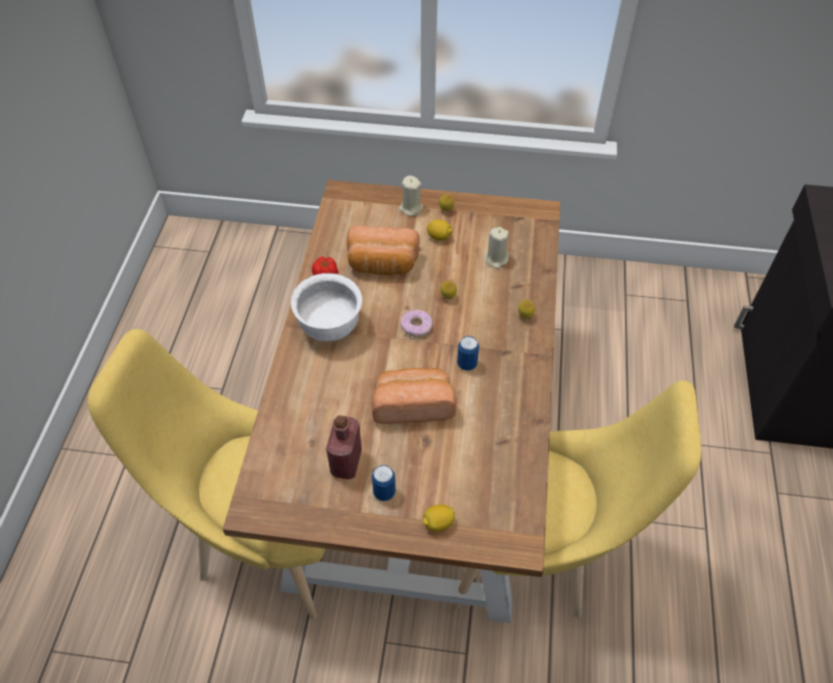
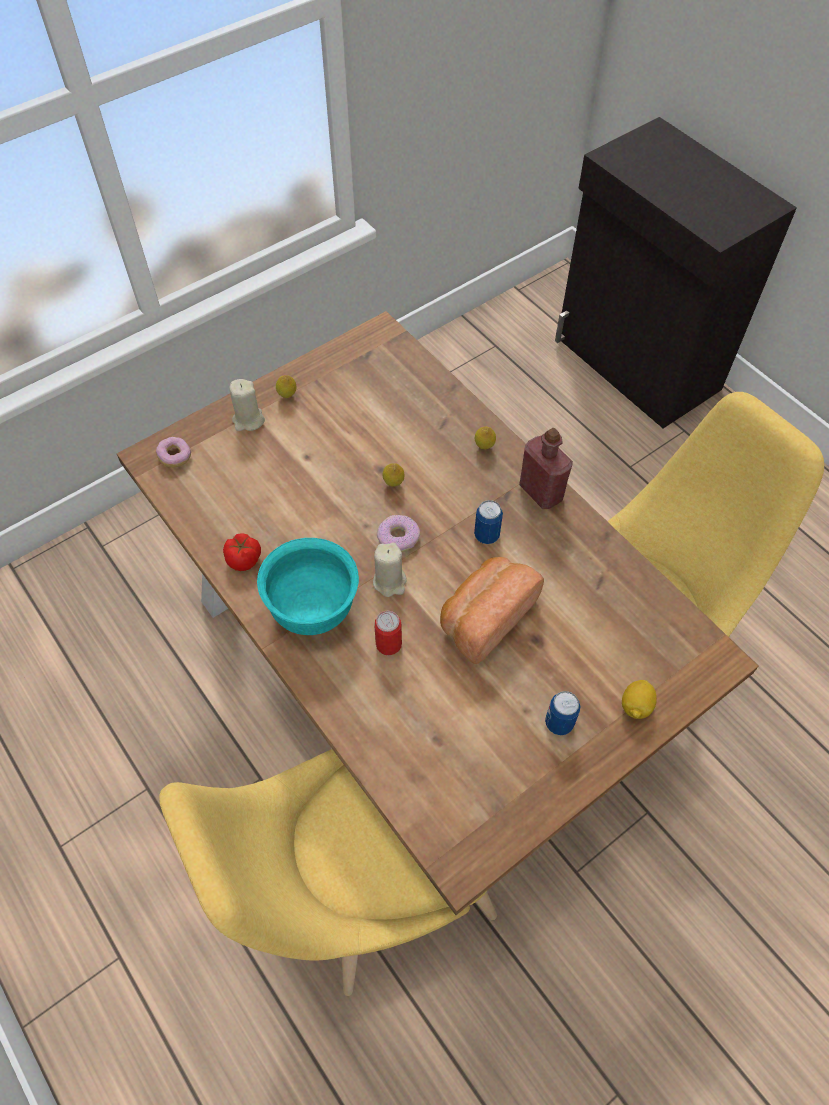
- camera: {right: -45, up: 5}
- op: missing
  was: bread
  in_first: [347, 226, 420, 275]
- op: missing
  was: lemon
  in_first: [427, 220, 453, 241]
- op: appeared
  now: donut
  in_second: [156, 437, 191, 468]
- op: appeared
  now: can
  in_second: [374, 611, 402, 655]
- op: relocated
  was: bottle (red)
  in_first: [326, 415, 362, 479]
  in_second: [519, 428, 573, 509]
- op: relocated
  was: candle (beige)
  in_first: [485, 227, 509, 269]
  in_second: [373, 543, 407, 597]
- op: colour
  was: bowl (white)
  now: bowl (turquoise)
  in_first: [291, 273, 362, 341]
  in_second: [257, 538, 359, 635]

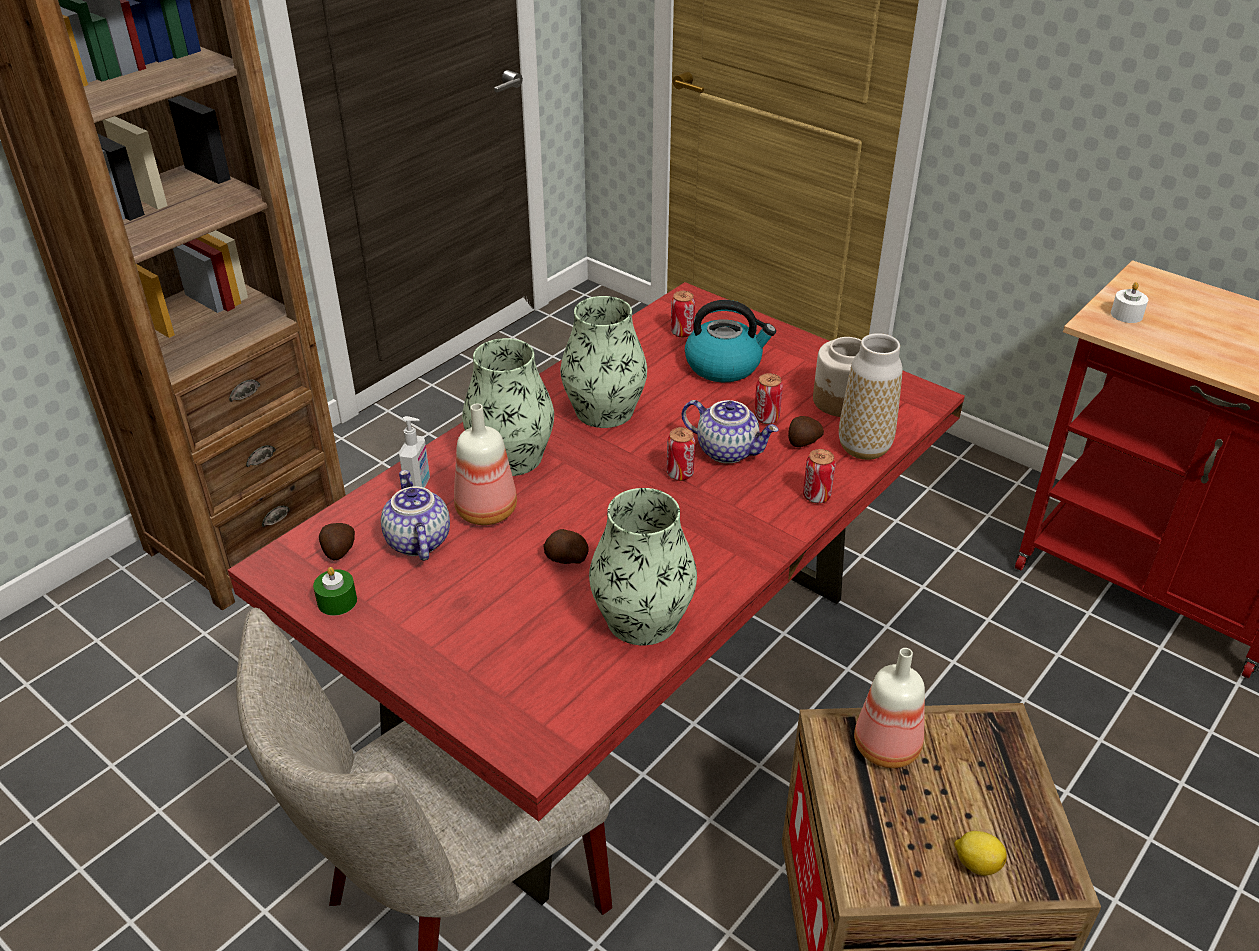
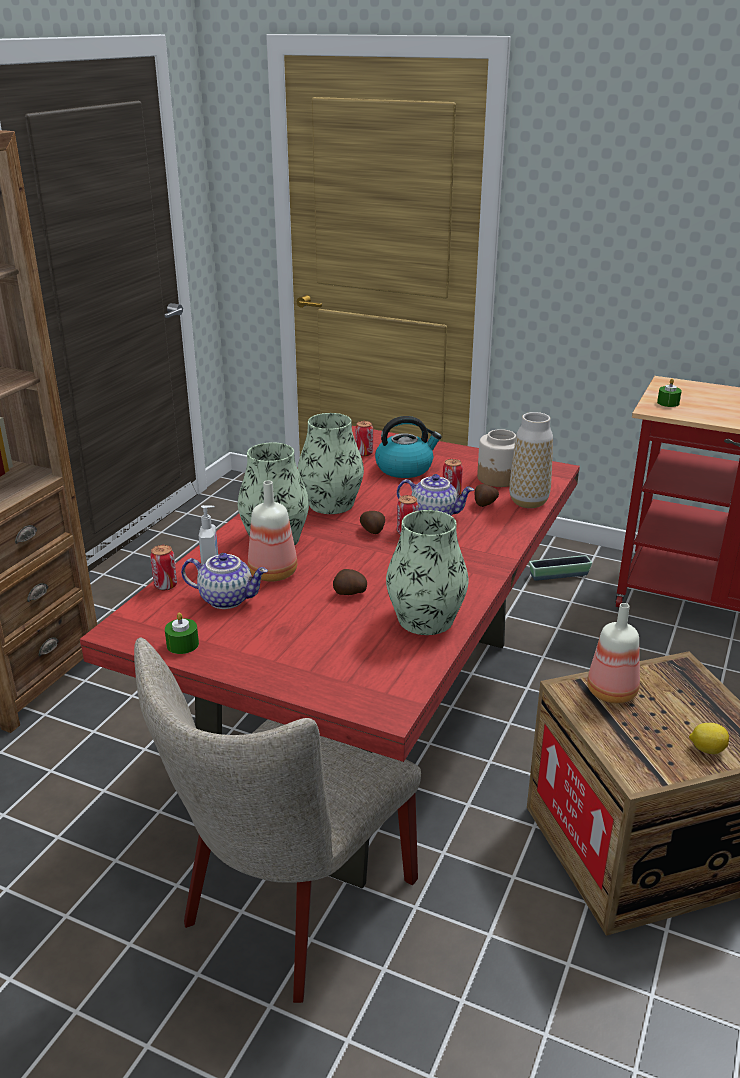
- camera: {right: -15, up: -10}
- op: appeared
  now: planter
  in_second: [529, 555, 592, 581]
- op: relocated
  was: potato
  in_first: [319, 523, 355, 560]
  in_second: [360, 511, 385, 534]
- op: relocated
  was: can
  in_first: [803, 449, 835, 503]
  in_second: [150, 545, 177, 590]
- op: colour
  was: candle (white)
  now: candle (green)
  in_first: [1111, 282, 1148, 323]
  in_second: [657, 379, 682, 407]
- op: spun
  was: teapot
  in_first: [381, 470, 450, 561]
  in_second: [181, 553, 268, 609]
  clockwise: 135

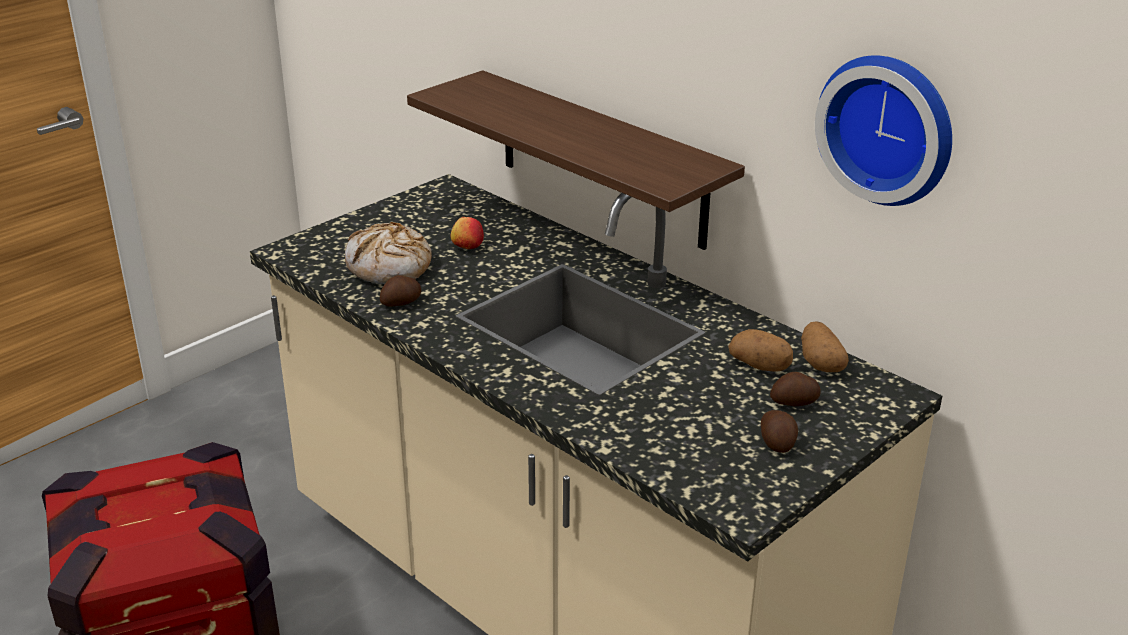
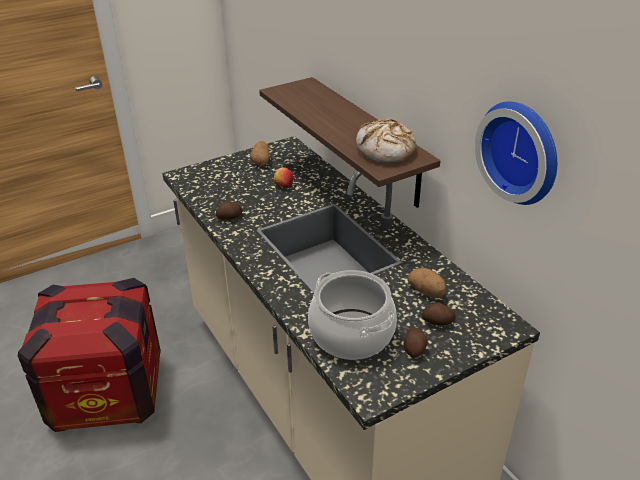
- camera: {right: 15, up: 5}
- op: appeared
  now: cooking pot
  in_second: [308, 270, 397, 360]
- op: relocated
  was: bread
  in_first: [345, 222, 432, 284]
  in_second: [356, 119, 416, 163]
- op: relocated
  was: potato
  in_first: [801, 321, 849, 372]
  in_second: [250, 141, 270, 166]

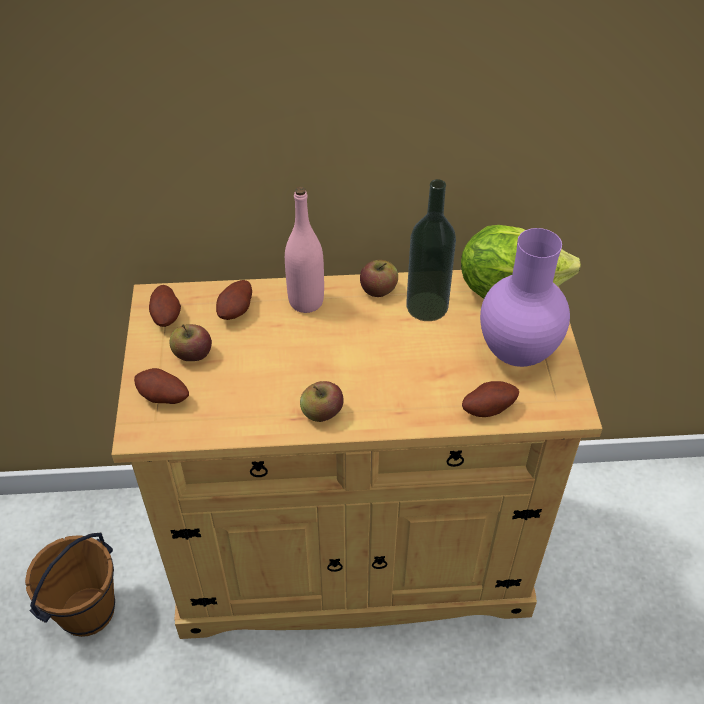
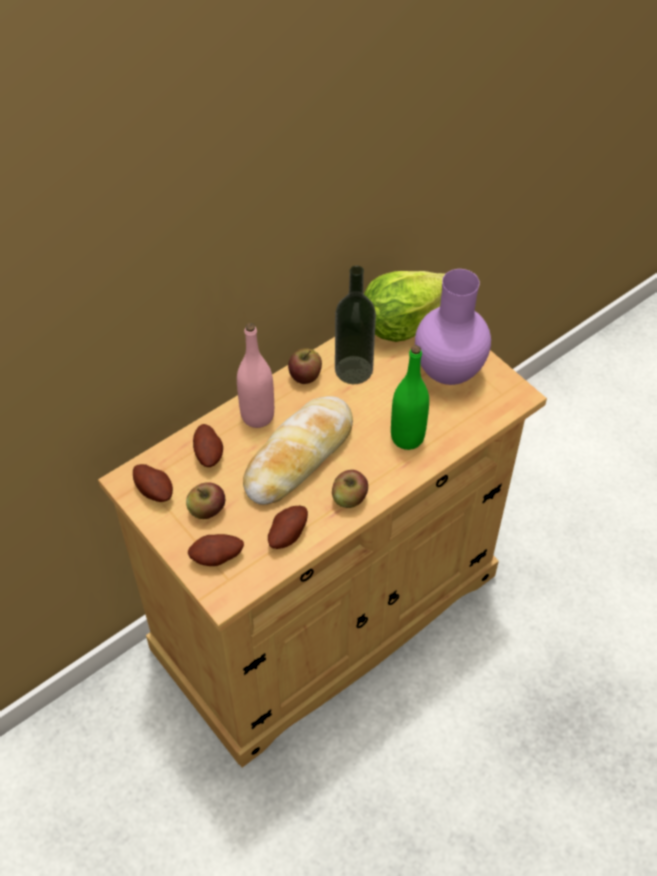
- camera: {right: -35, up: 5}
- op: missing
  was: bucket (brown)
  in_first: [25, 533, 115, 637]
- op: appeared
  now: bread
  in_second: [243, 396, 353, 505]
- op: appeared
  now: bottle (green)
  in_second: [391, 345, 429, 450]
- op: relocated
  was: potato
  in_first: [462, 381, 519, 417]
  in_second: [268, 506, 308, 549]

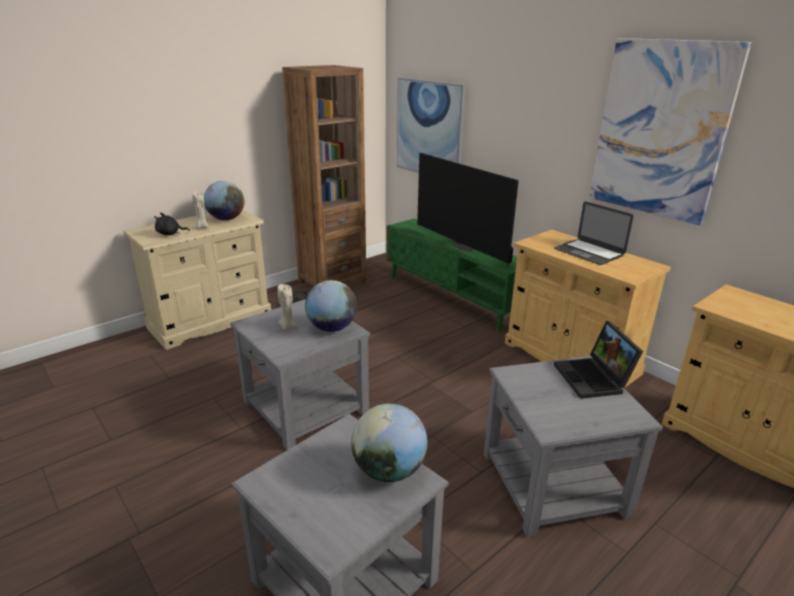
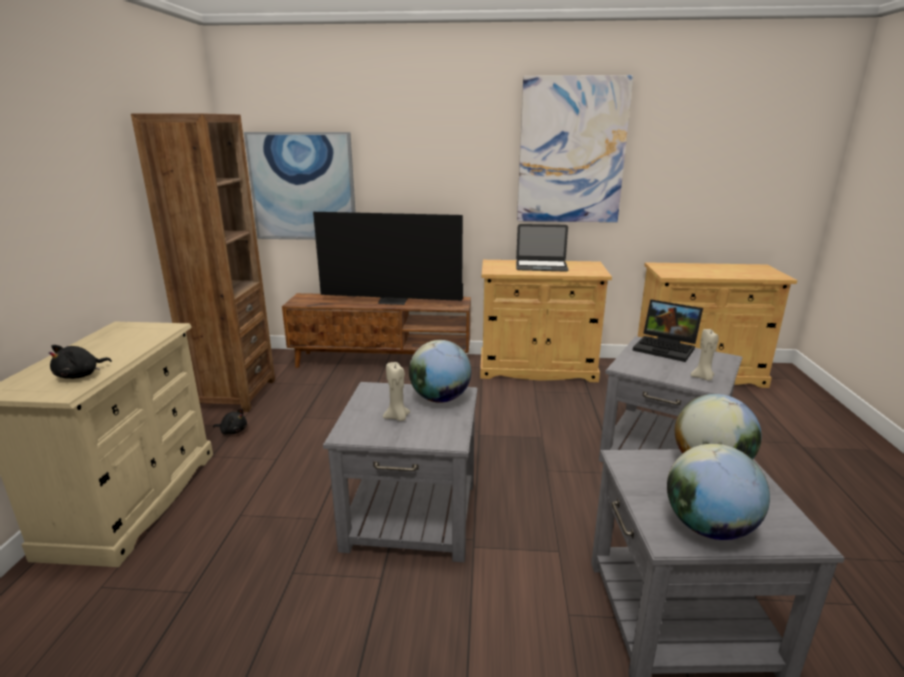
- camera: {right: -45, up: -5}
- op: relocated
  was: candle (beige)
  in_first: [192, 191, 208, 229]
  in_second: [691, 329, 719, 380]
- op: relocated
  was: globe
  in_first: [204, 181, 244, 220]
  in_second: [667, 444, 770, 540]
- op: colour
  was: tv stand (green)
  now: tv stand (brown)
  in_first: [386, 219, 517, 332]
  in_second: [282, 293, 471, 368]

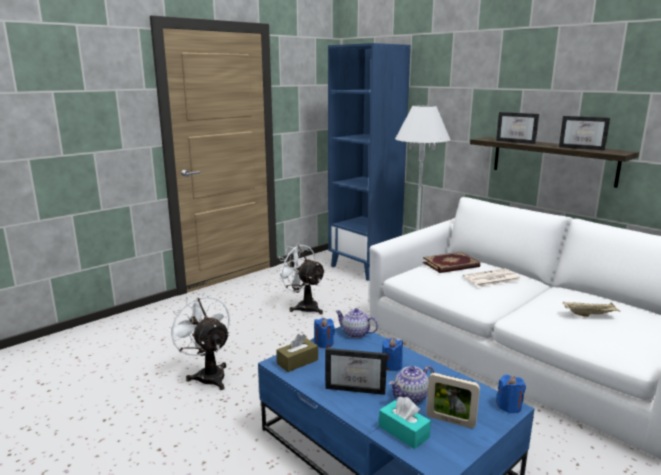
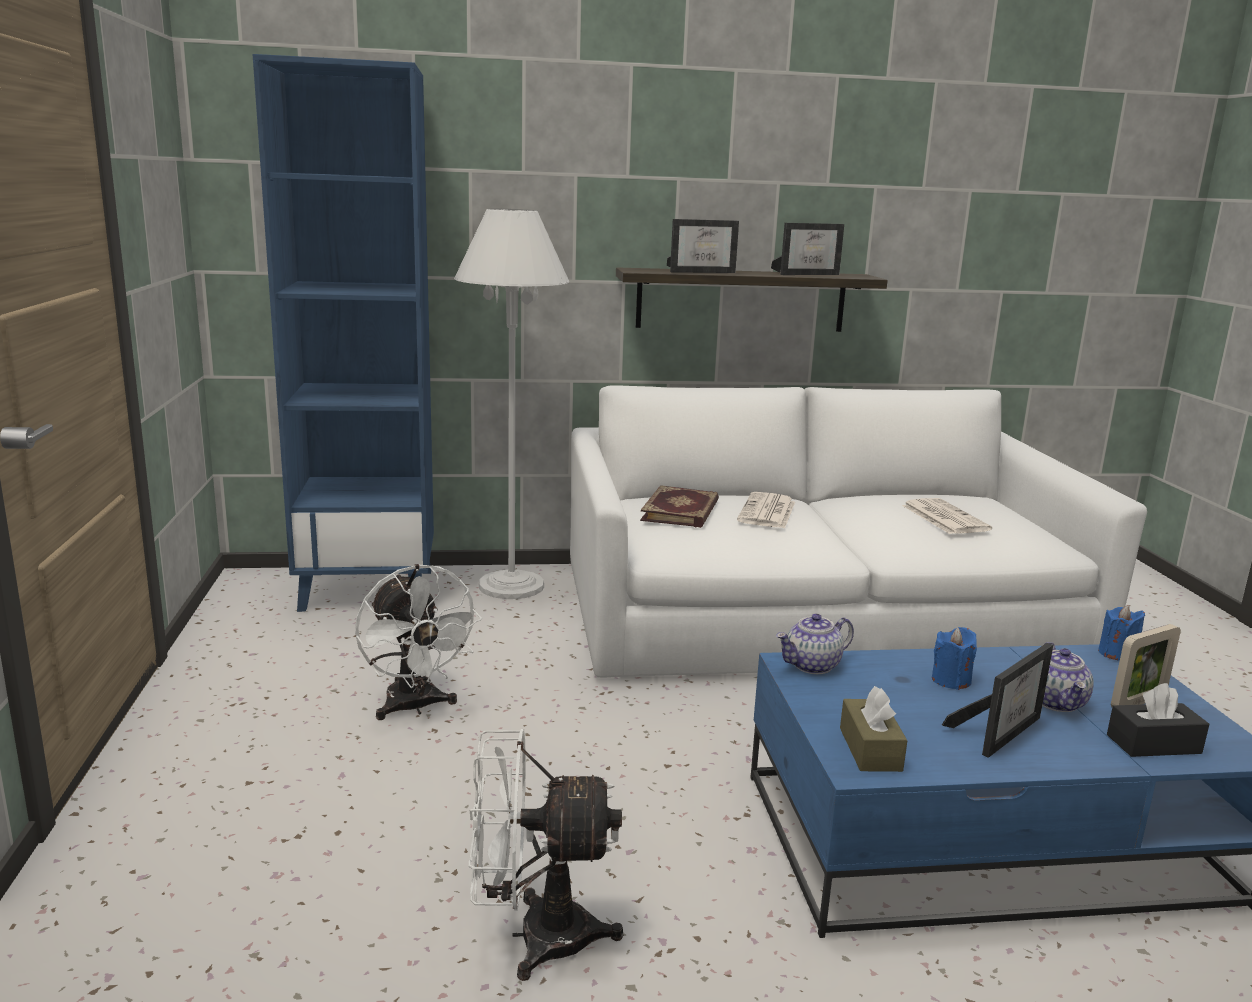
- camera: {right: -55, up: 0}
- op: missing
  was: candle (blue)
  in_first: [314, 318, 335, 348]
- op: exchanged
  was: tray (beige)
  now: newspaper
  in_first: [563, 302, 620, 317]
  in_second: [902, 498, 992, 534]
- op: colour
  was: tissue box (turquoise)
  now: tissue box (black)
  in_first: [379, 397, 431, 449]
  in_second: [1107, 683, 1210, 757]
- op: spun
  was: fan (white)
  in_first: [275, 243, 326, 315]
  in_second: [355, 564, 482, 720]
  clockwise: -105

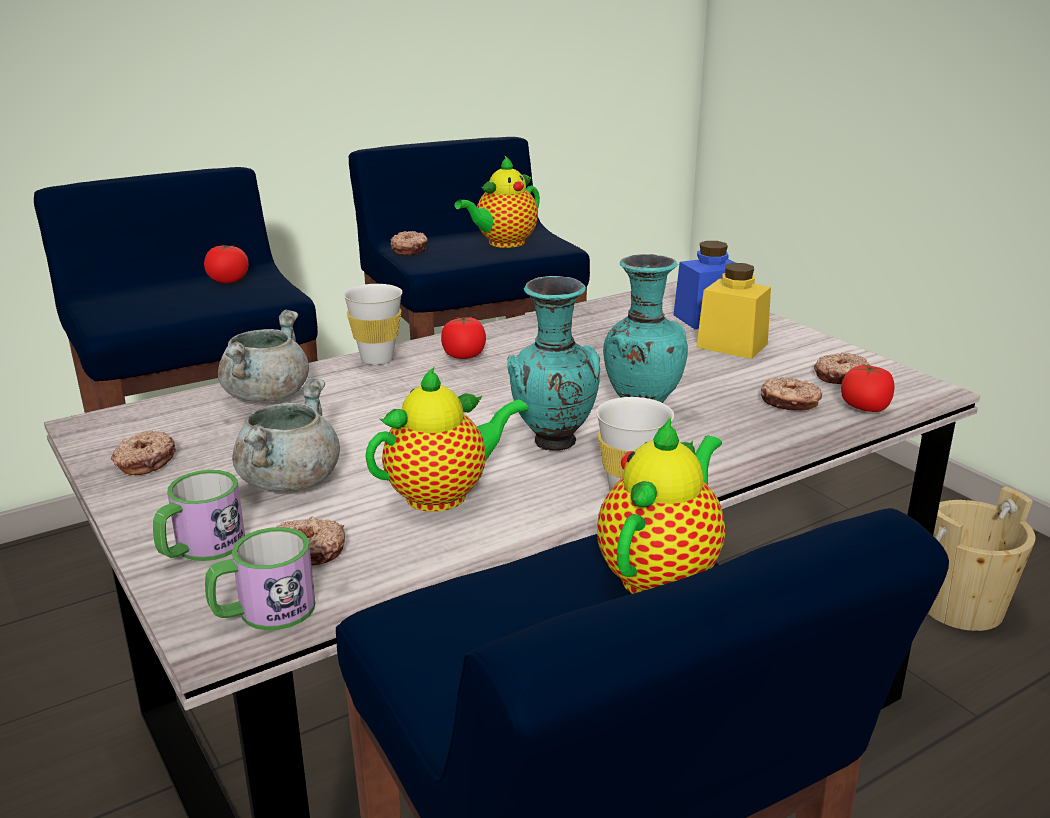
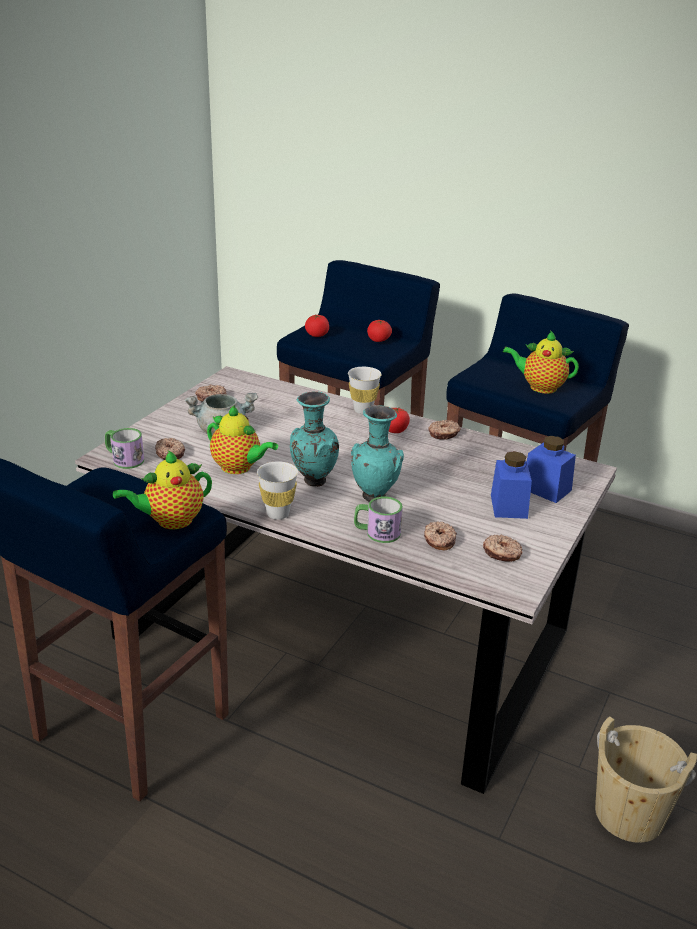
- camera: {right: 60, up: 5}
- op: missing
  was: cooking pot (grey)
  in_first: [218, 310, 309, 402]
- op: relocated
  was: mug
  in_first: [153, 470, 245, 561]
  in_second: [354, 497, 403, 543]
- op: relocated
  was: donut
  in_first: [391, 231, 428, 255]
  in_second: [428, 420, 461, 440]
- op: relocated
  was: tomato
  in_first: [841, 365, 894, 412]
  in_second: [305, 314, 329, 337]
- op: colour
  was: jar (yellow)
  now: jar (blue)
  in_first: [696, 263, 771, 359]
  in_second: [491, 451, 532, 519]
- op: spun
  was: teapot
  in_first: [597, 418, 725, 594]
  in_second: [113, 451, 212, 529]
  clockwise: 150

